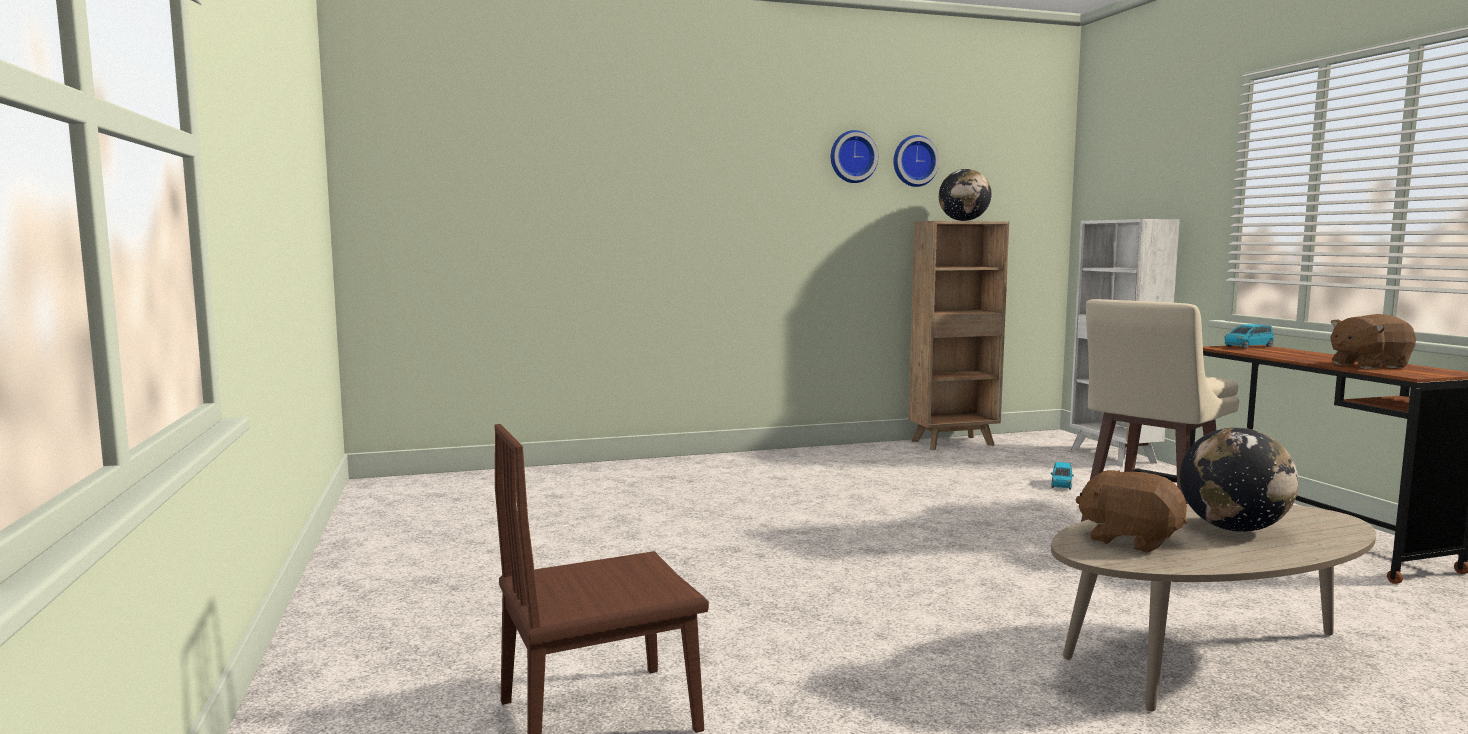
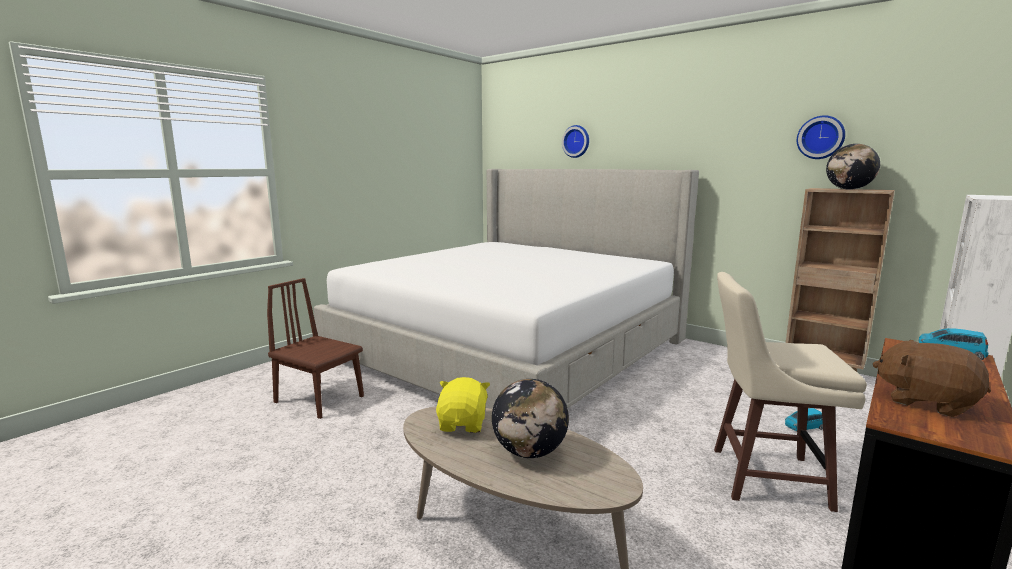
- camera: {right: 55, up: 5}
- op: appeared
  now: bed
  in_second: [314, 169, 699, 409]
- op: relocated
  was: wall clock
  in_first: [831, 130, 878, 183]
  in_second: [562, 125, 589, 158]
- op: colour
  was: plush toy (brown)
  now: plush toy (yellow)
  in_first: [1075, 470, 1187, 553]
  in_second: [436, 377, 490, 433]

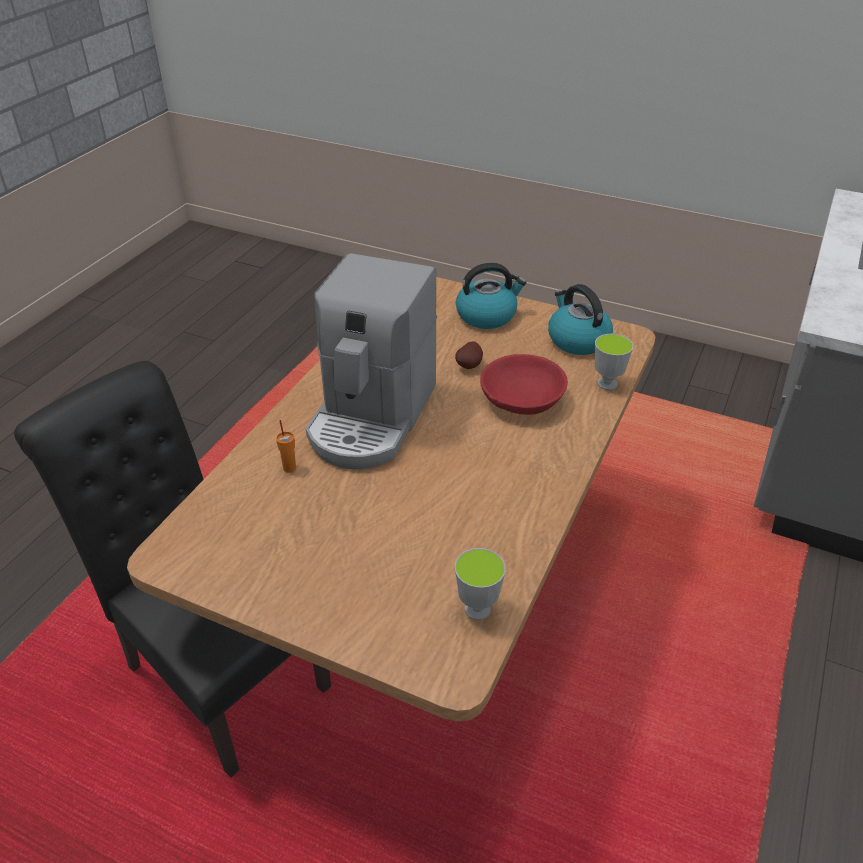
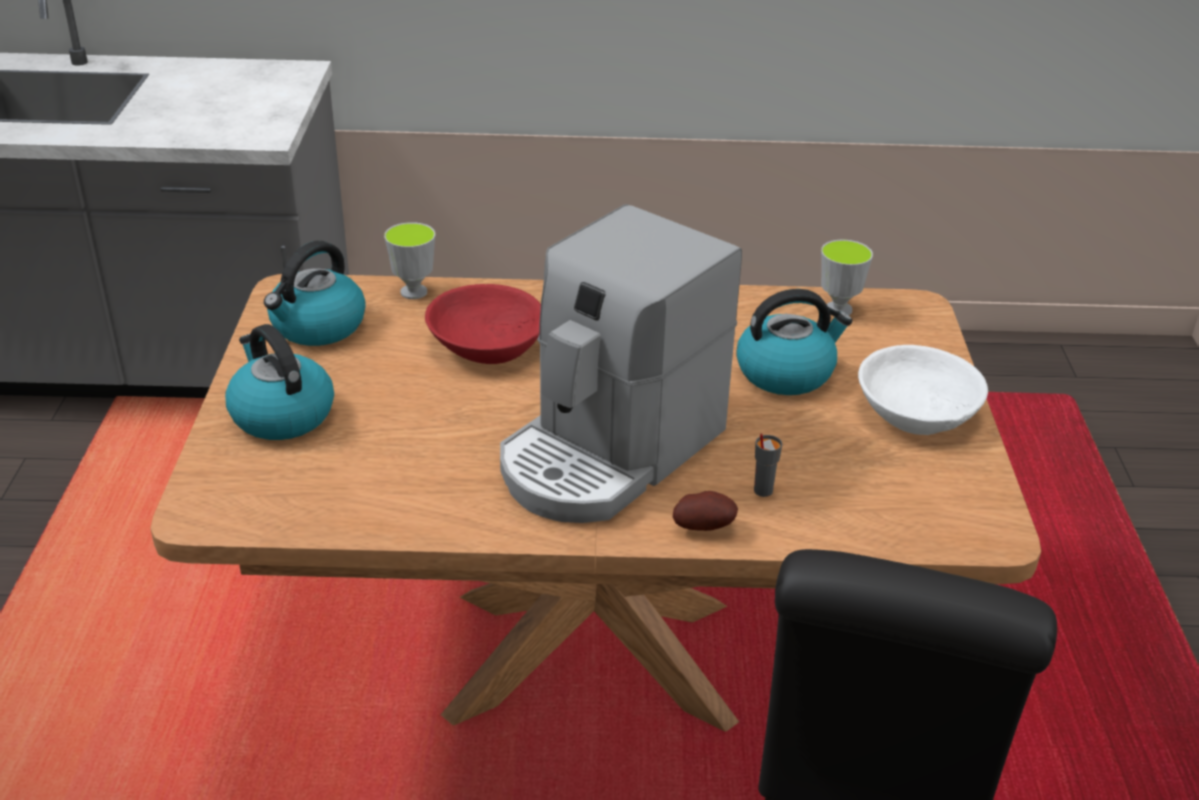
- camera: {right: -115, up: -5}
- op: appeared
  now: kettle
  in_second: [736, 289, 852, 395]
- op: appeared
  now: bowl (white)
  in_second: [858, 345, 988, 435]
- op: relocated
  was: potato
  in_first: [455, 341, 483, 369]
  in_second: [673, 491, 738, 531]
- op: colour
  was: cup (orange)
  now: cup (grey)
  in_first: [276, 420, 296, 473]
  in_second: [754, 433, 782, 497]
- op: spun
  was: coffee machine
  in_first: [306, 253, 437, 469]
  in_second: [500, 204, 742, 523]
  clockwise: 135

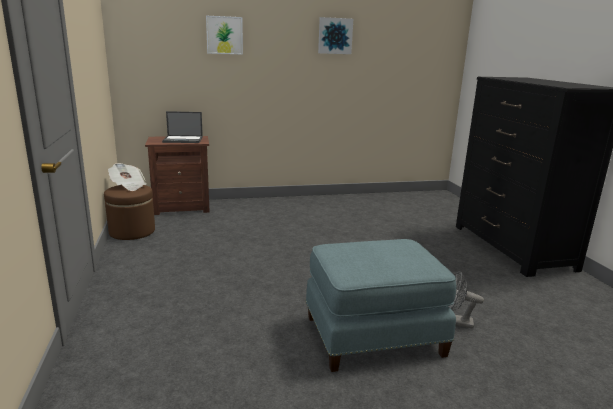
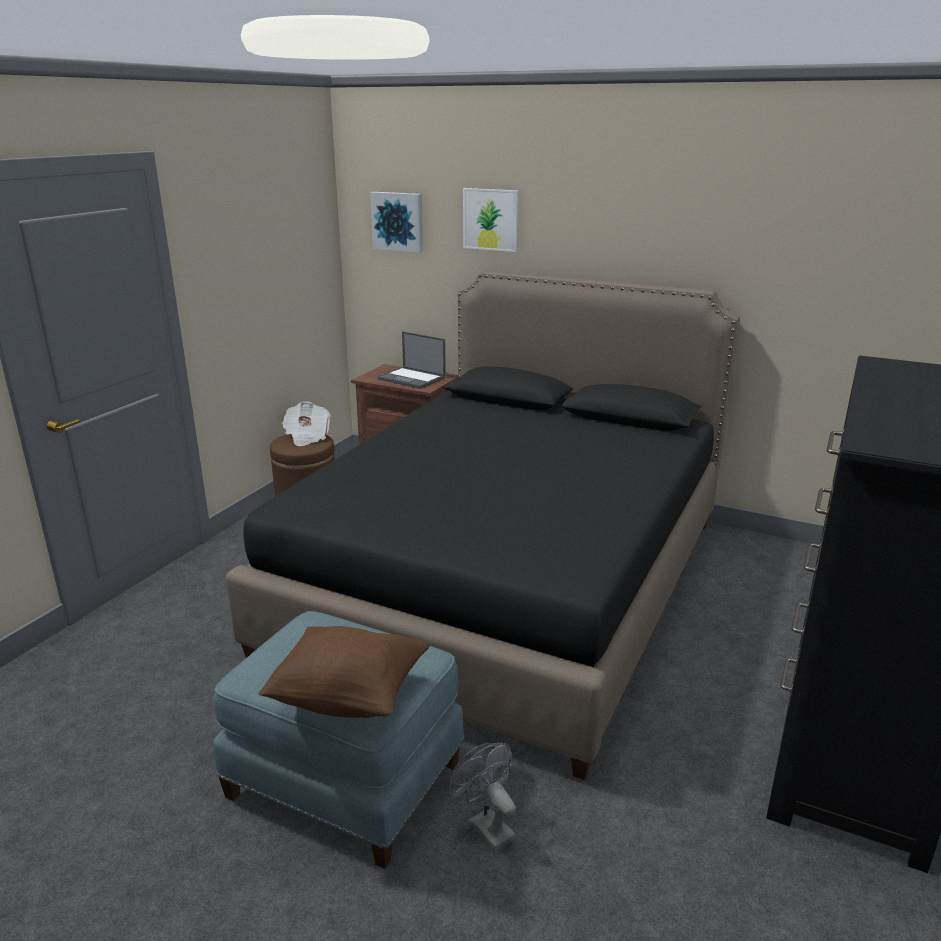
- camera: {right: 40, up: 5}
- op: appeared
  now: bed (black)
  in_second: [226, 270, 740, 780]
- op: appeared
  now: pillow (brown)
  in_second: [259, 626, 430, 718]
- op: relocated
  was: picture
  in_first: [318, 17, 353, 54]
  in_second: [370, 192, 423, 253]

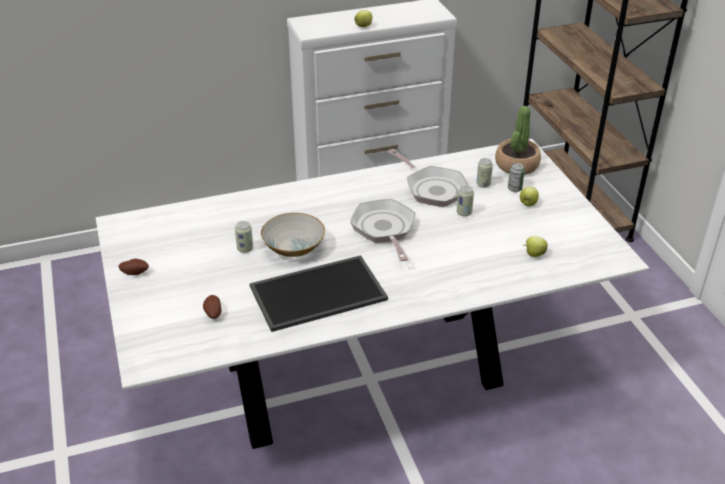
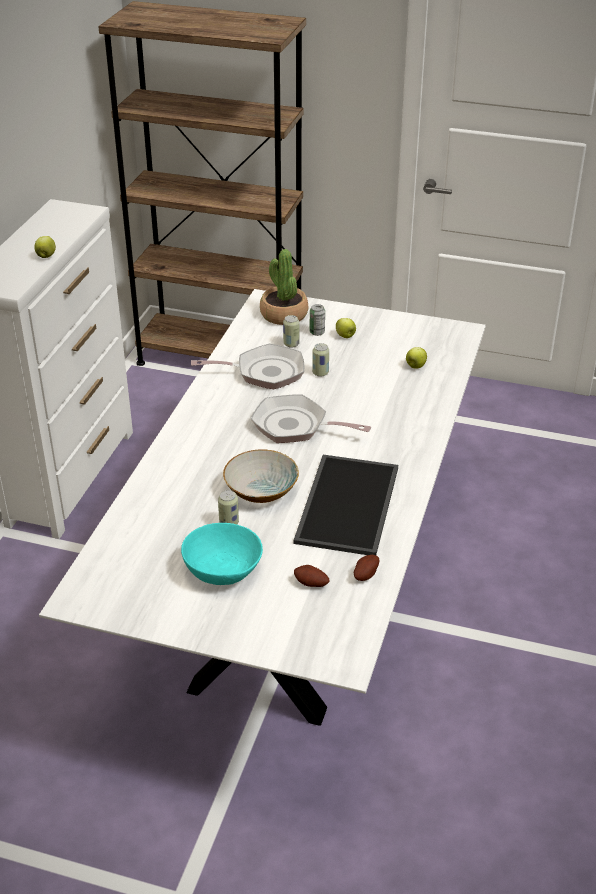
- camera: {right: -55, up: 0}
- op: appeared
  now: bowl (turquoise)
  in_second: [181, 523, 263, 585]
- op: relocated
  was: potato
  in_first: [118, 259, 149, 275]
  in_second: [354, 555, 379, 581]

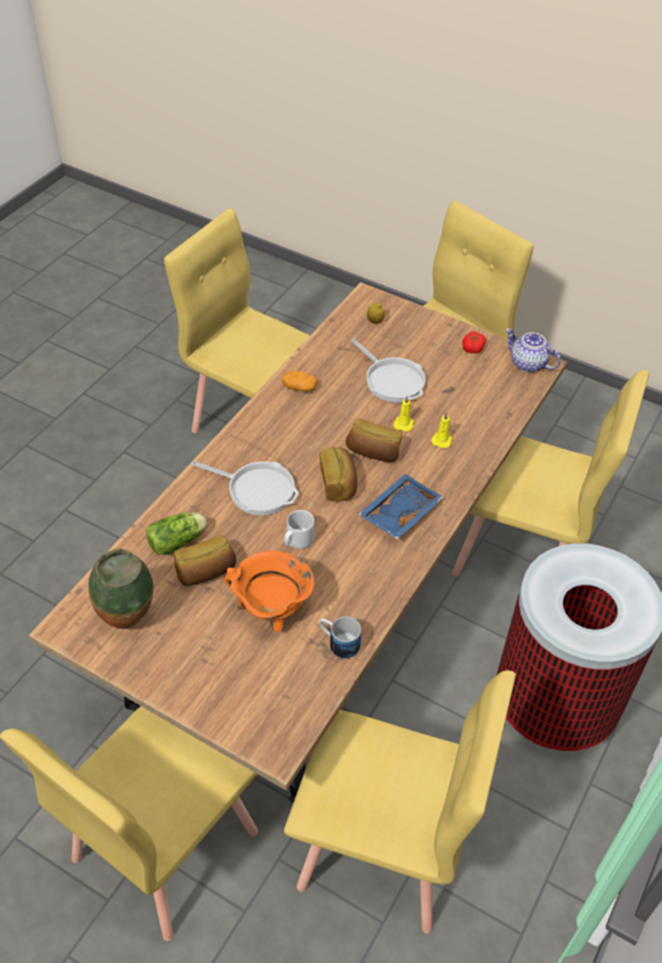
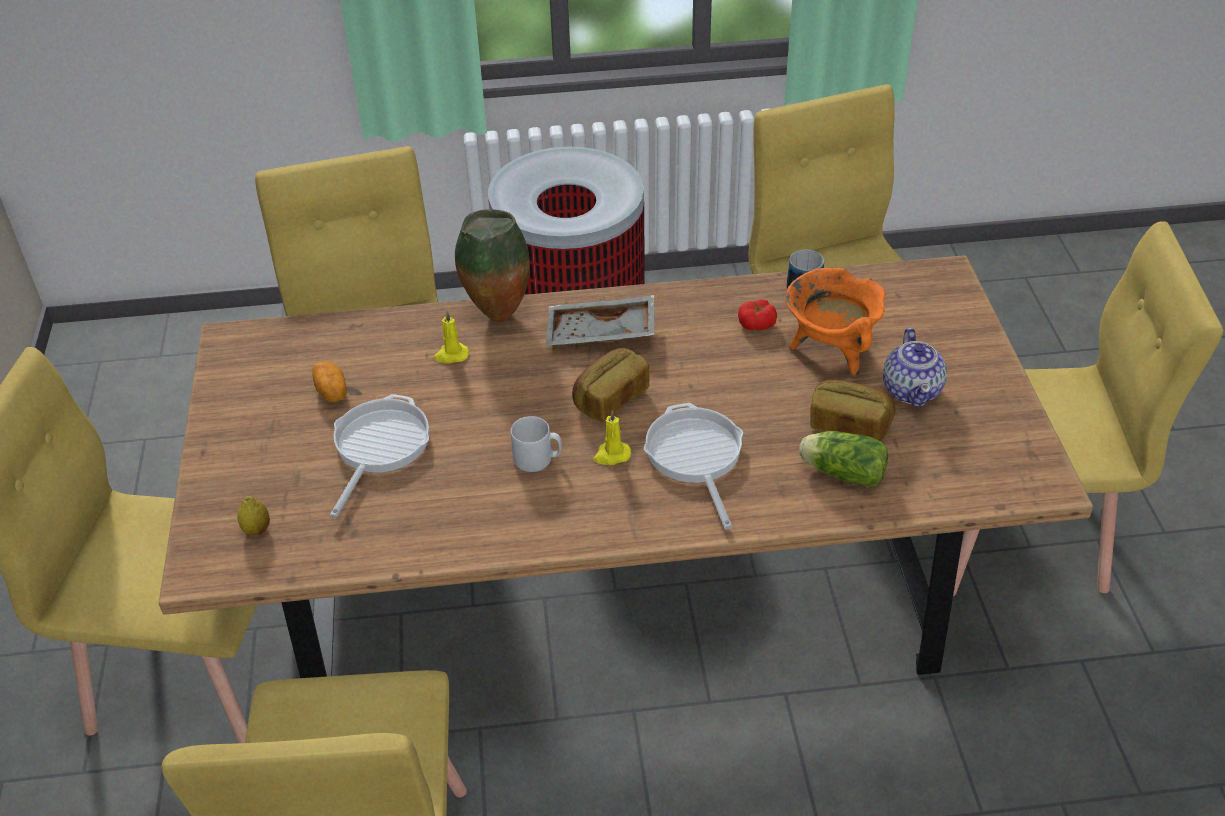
- camera: {right: -125, up: -5}
- op: missing
  was: bread
  in_first: [346, 418, 402, 462]
- op: relocated
  was: vase
  in_first: [88, 548, 153, 629]
  in_second: [455, 209, 530, 322]
- op: relocated
  was: potato
  in_first: [282, 371, 317, 391]
  in_second: [312, 361, 347, 402]
- op: relocated
  was: mug (grey)
  in_first: [284, 510, 314, 549]
  in_second: [511, 416, 562, 472]
- op: relocated
  was: candle (yellow)
  in_first: [393, 396, 414, 432]
  in_second: [594, 410, 631, 465]
- op: relocated
  was: tomato
  in_first: [462, 331, 486, 354]
  in_second: [738, 299, 777, 330]
- op: relocated
  was: teapot
  in_first: [505, 328, 561, 372]
  in_second: [883, 328, 947, 407]
- op: colour
  was: tray (blue)
  now: tray (grey)
  in_first: [358, 474, 443, 539]
  in_second: [546, 295, 655, 346]

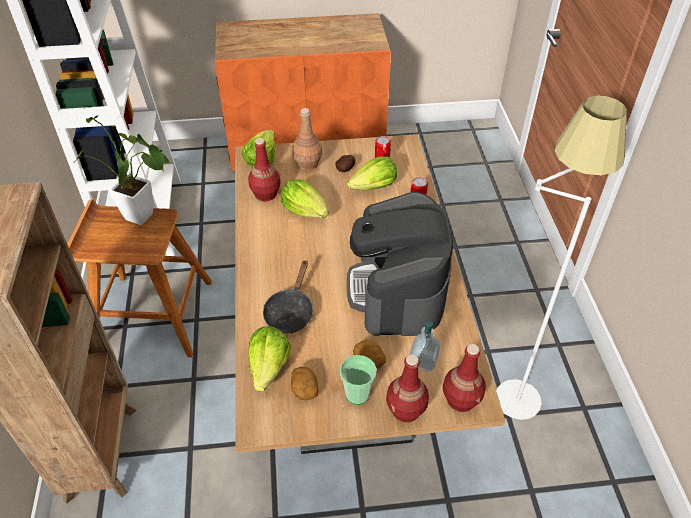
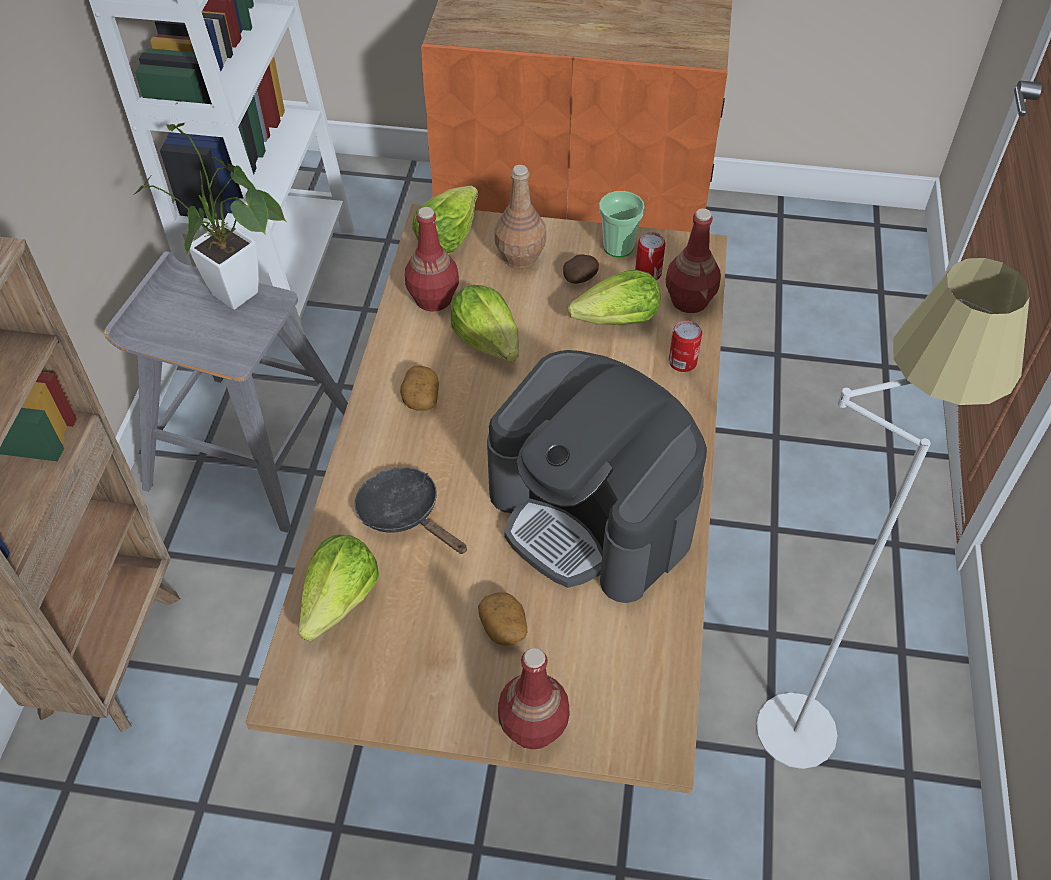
- camera: {right: 15, up: 5}
- op: missing
  was: soap dispenser
  in_first: [410, 321, 440, 372]
- op: relocated
  was: potato
  in_first: [291, 367, 319, 400]
  in_second: [400, 366, 439, 410]
- op: relocated
  was: cup
  in_first: [340, 355, 377, 405]
  in_second: [599, 191, 645, 258]
- op: relocated
  was: bottle (red)
  in_first: [443, 344, 486, 412]
  in_second: [666, 208, 721, 313]
- op: colour
  was: stool (brown)
  now: stool (grey)
  in_first: [67, 199, 212, 357]
  in_second: [104, 251, 348, 532]
- op: spun
  was: frying pan (black)
  in_first: [263, 260, 313, 334]
  in_second: [355, 467, 467, 554]
  clockwise: 105
- op: spun
  was: coffee machine
  in_first: [347, 192, 453, 336]
  in_second: [487, 350, 707, 603]
  clockwise: -60

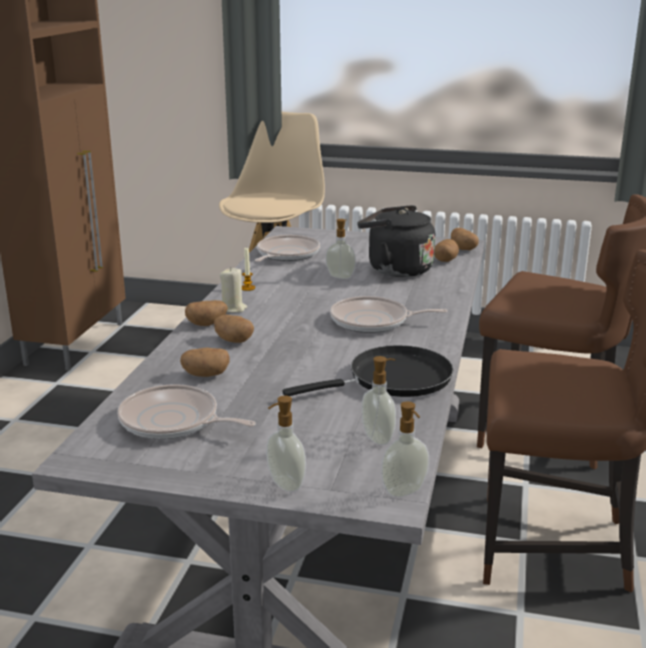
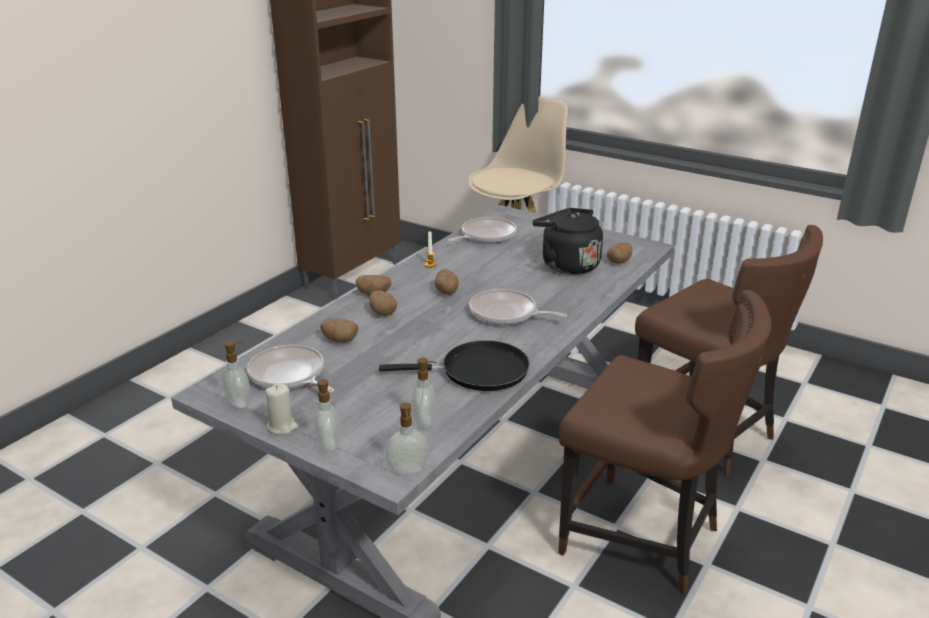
- camera: {right: 20, up: 5}
- op: relocated
  was: candle (beige)
  in_first: [219, 268, 247, 313]
  in_second: [265, 384, 298, 434]
- op: relocated
  was: soap dispenser
  in_first: [326, 219, 356, 279]
  in_second: [222, 341, 250, 408]
- op: relocated
  was: potato
  in_first: [451, 228, 479, 250]
  in_second: [435, 269, 459, 295]

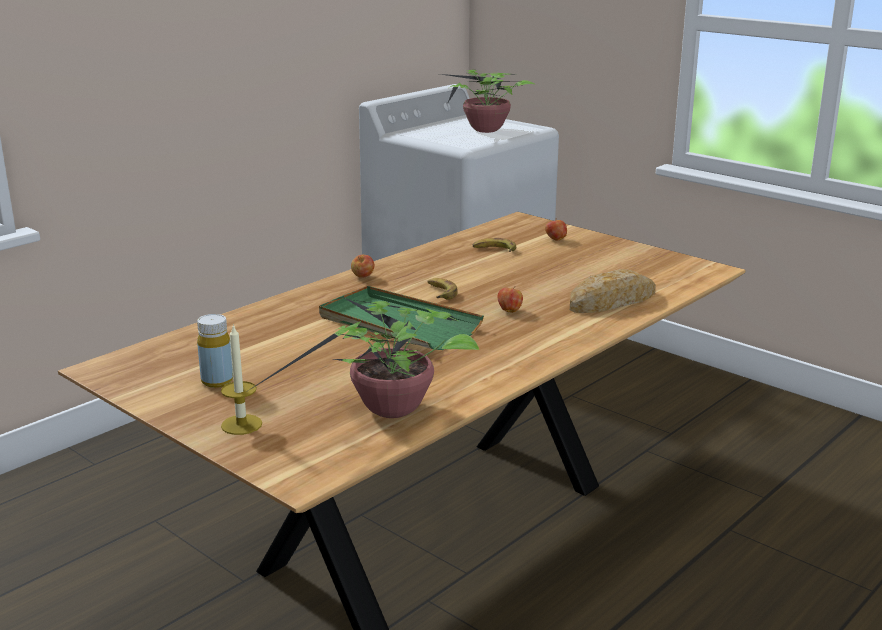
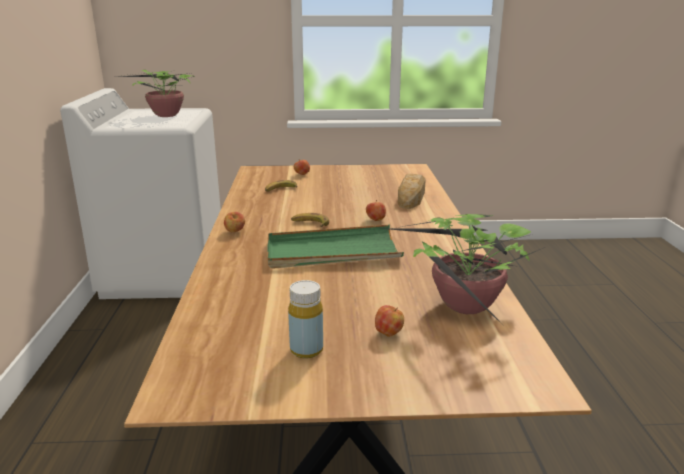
- camera: {right: -45, up: 0}
- op: missing
  was: candle
  in_first: [221, 324, 262, 435]
- op: appeared
  now: apple
  in_second: [375, 305, 404, 337]

